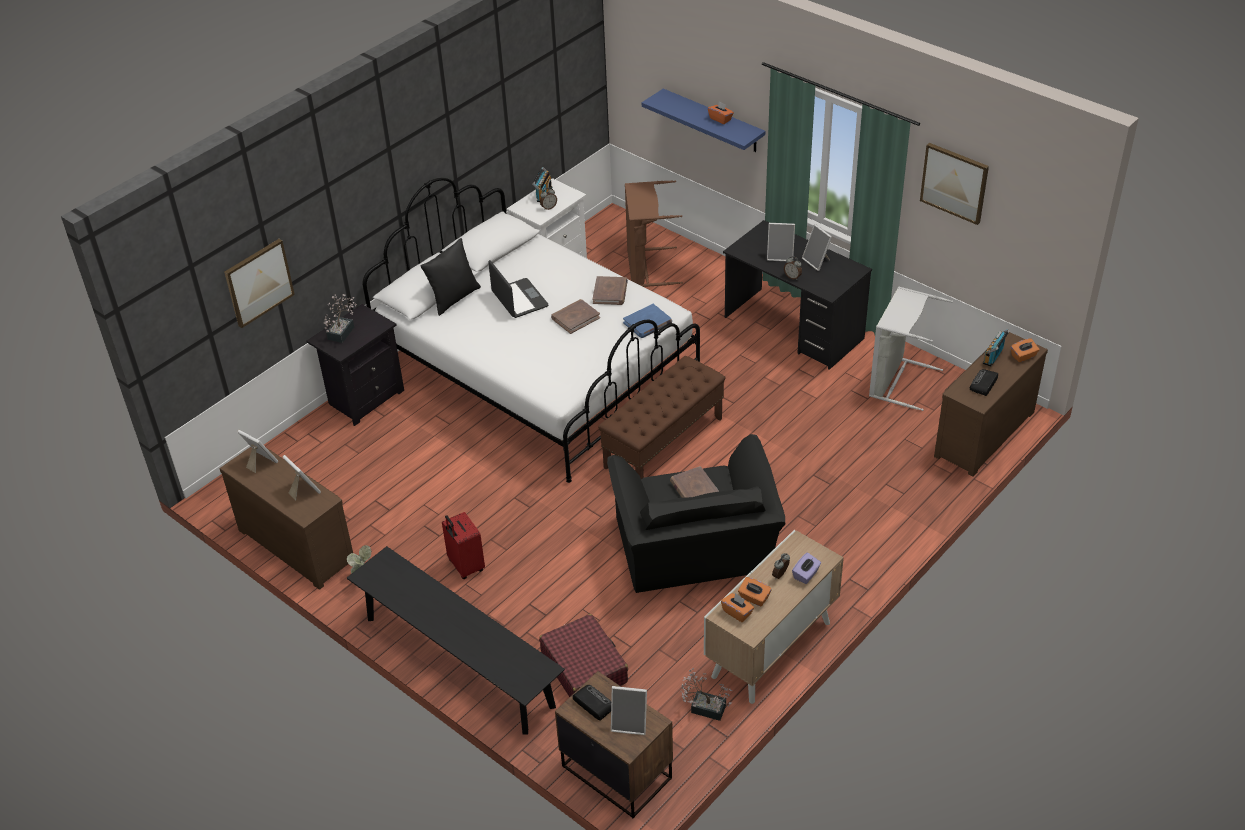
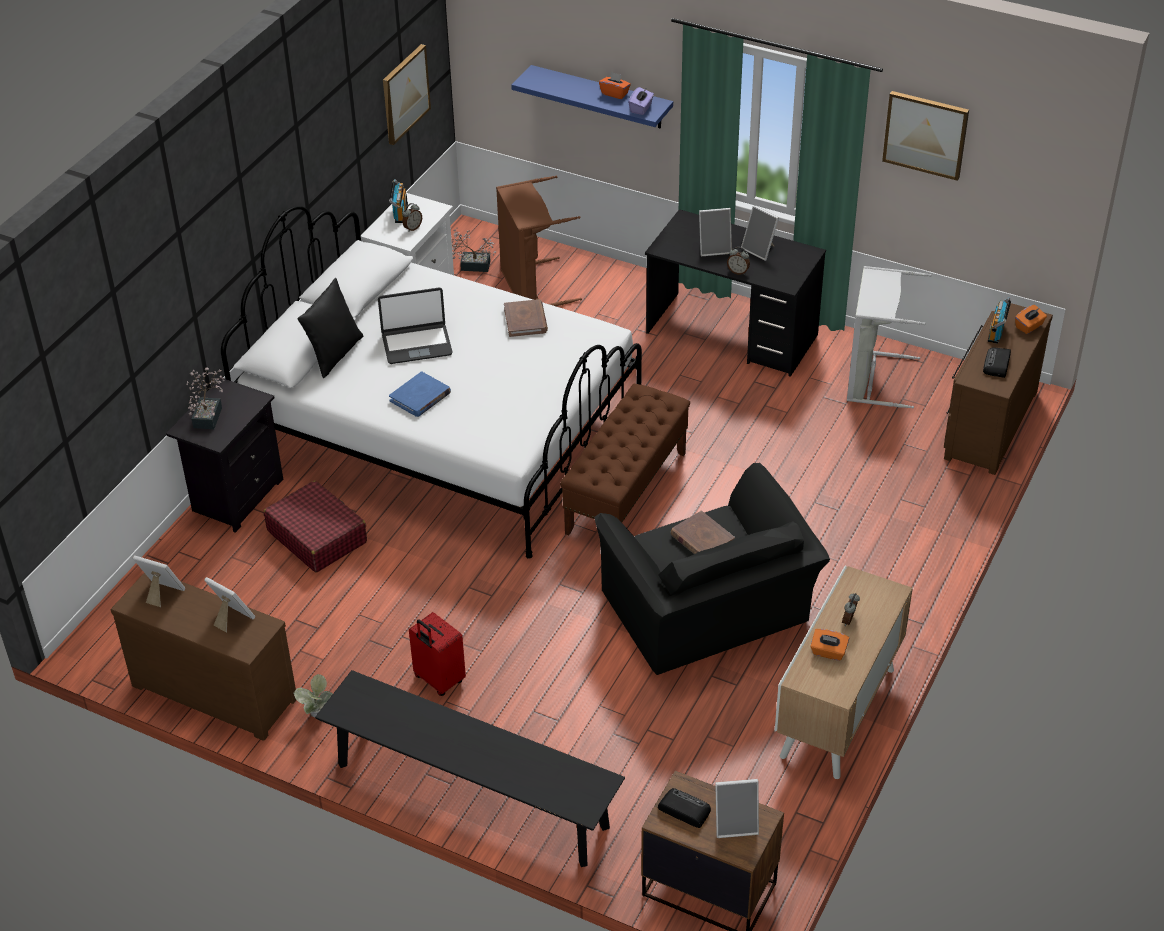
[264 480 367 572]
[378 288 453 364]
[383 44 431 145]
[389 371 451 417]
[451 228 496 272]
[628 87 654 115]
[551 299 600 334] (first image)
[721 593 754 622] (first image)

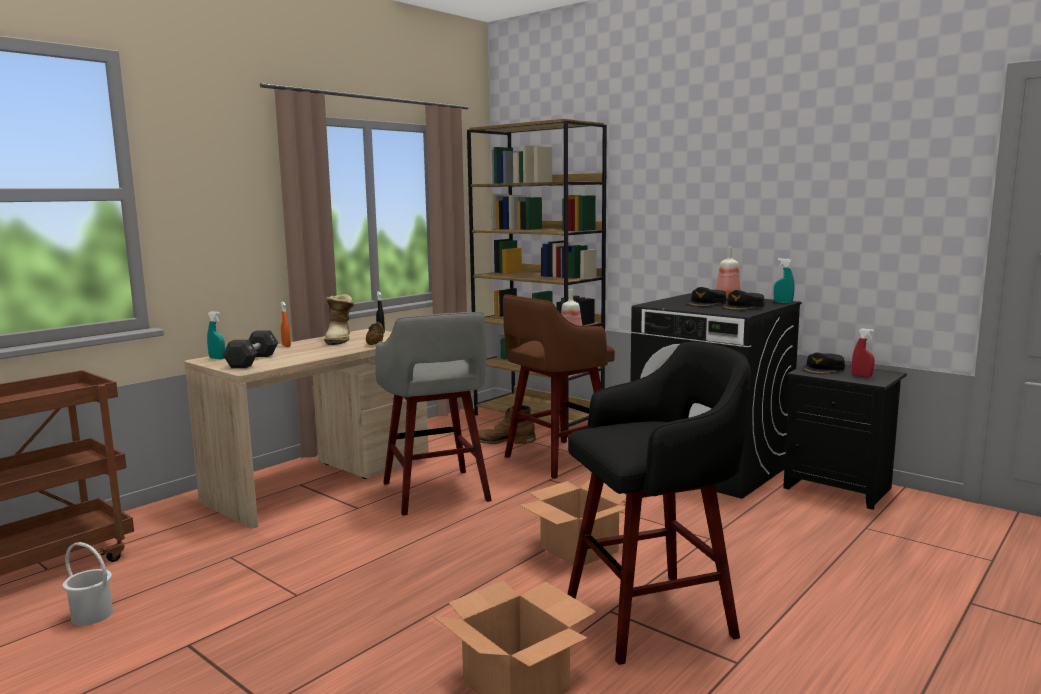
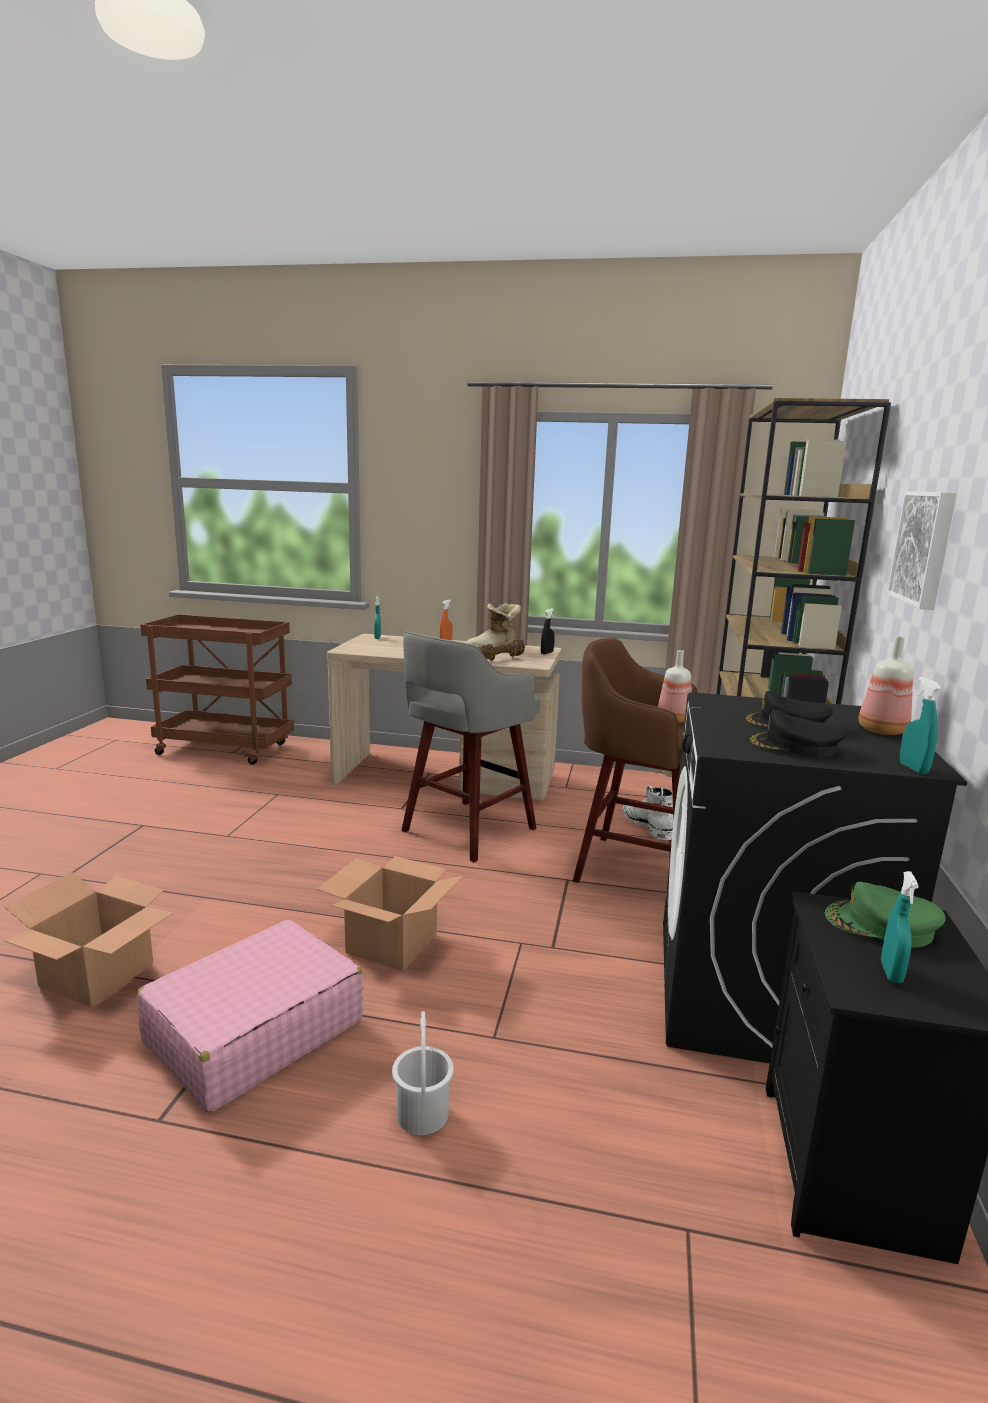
[136 920 363 1112]
[392 1011 454 1135]
[622 786 674 840]
[825 882 946 948]
[881 871 919 983]
[887 491 957 610]
[223 330 278 368] (first image)

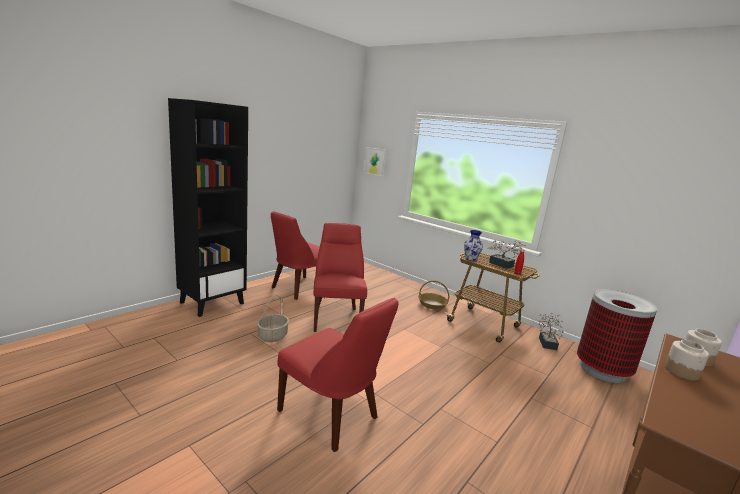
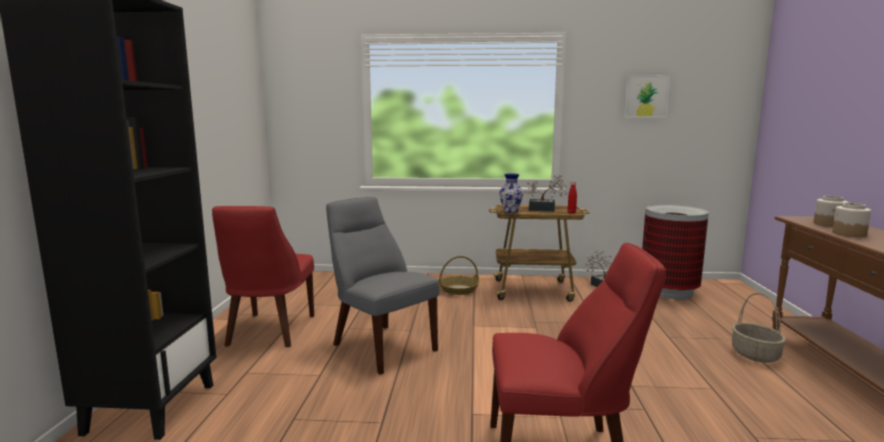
[326 197 439 375]
[624 75 670 118]
[732 293 786 363]

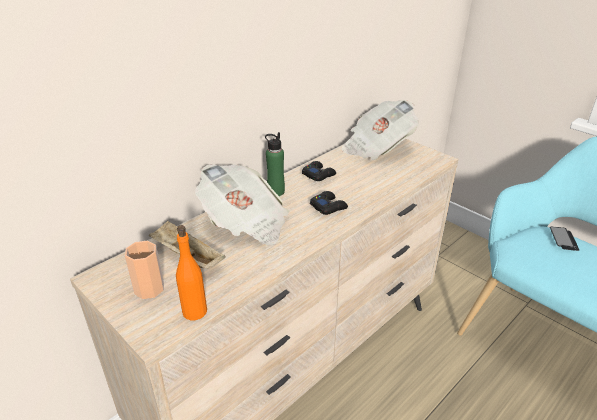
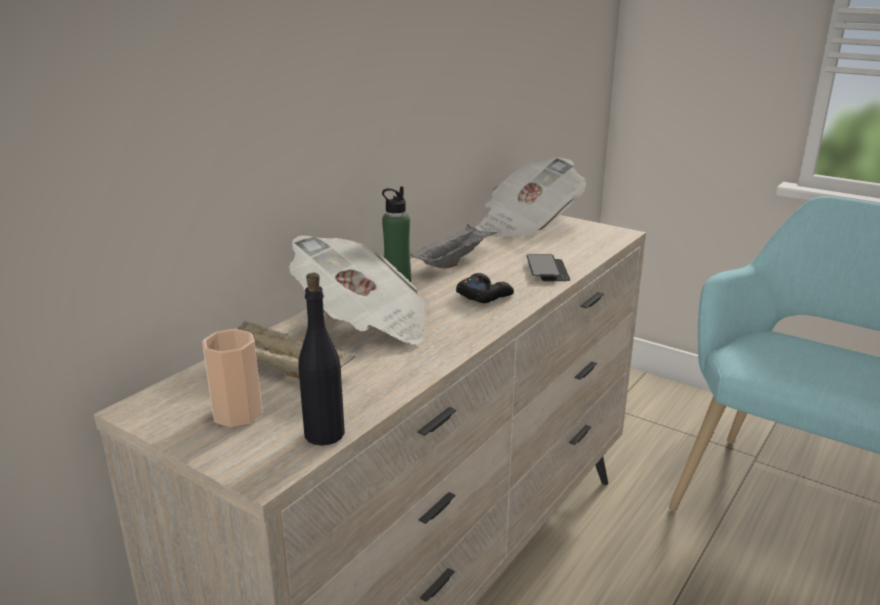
[298 273 345 446]
[410 224 498 269]
[526 254 570 281]

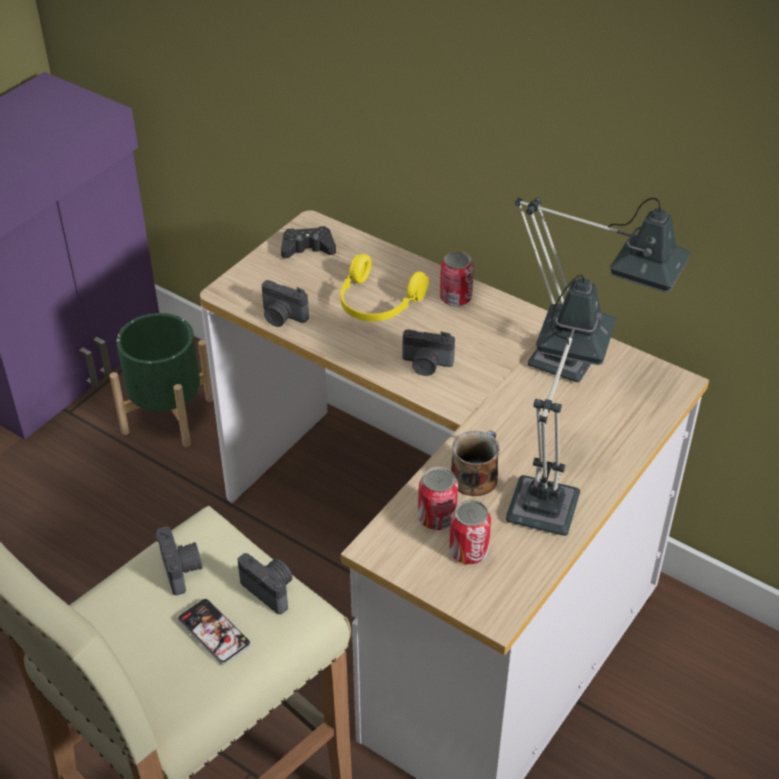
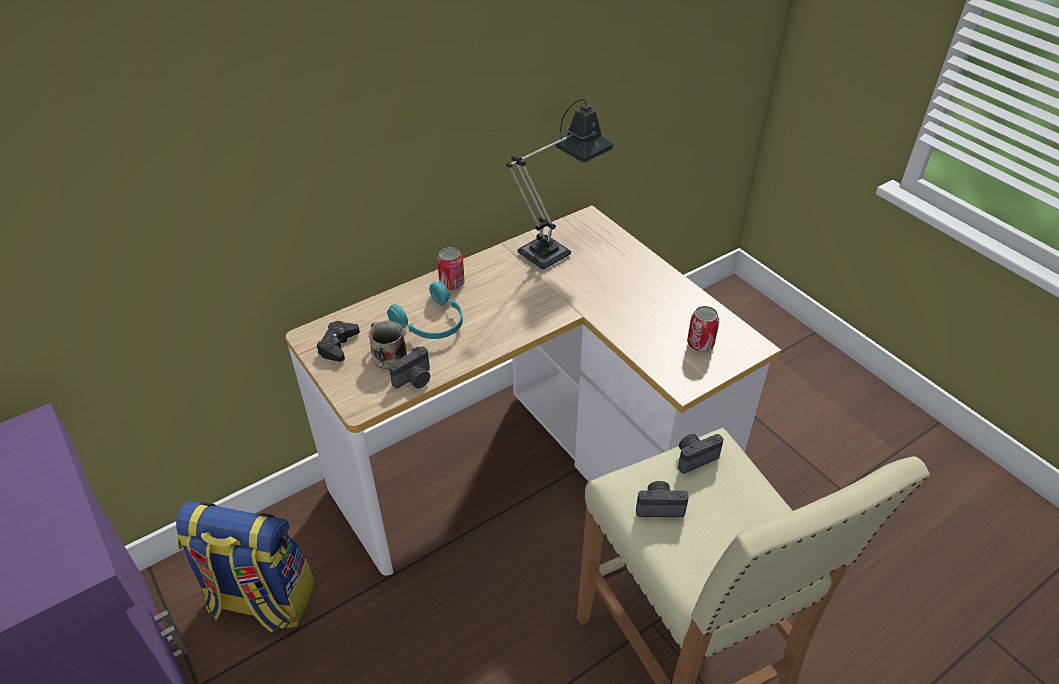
[176 501 315 632]
[369 321 407 369]
[387 282 463 339]
[178 599 251 665] (first image)
[402 329 455 376] (first image)
[418 467 458 530] (first image)
[506 275 616 536] (first image)

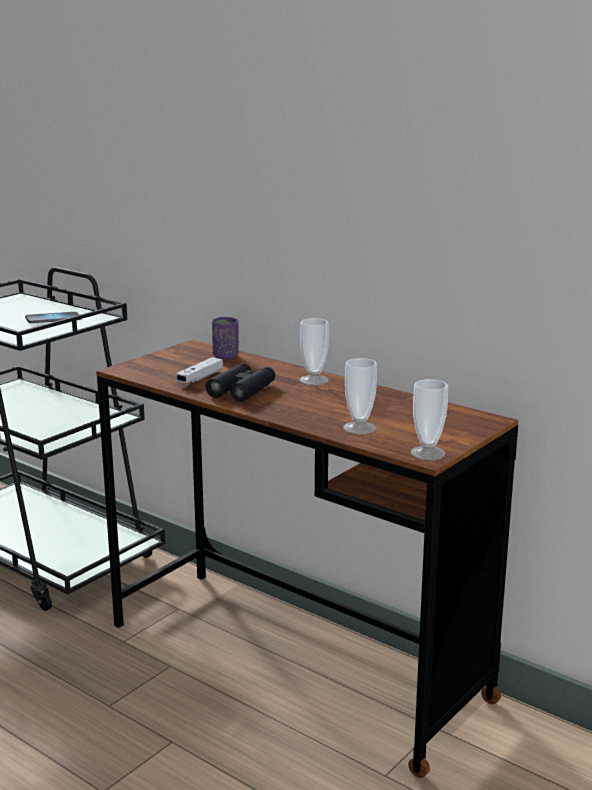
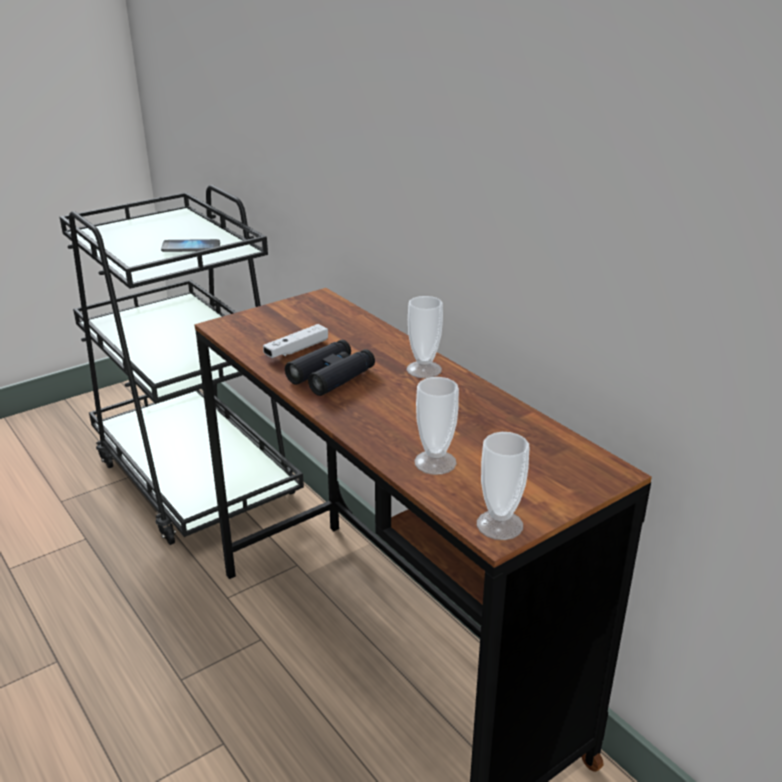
[212 317 239 359] (first image)

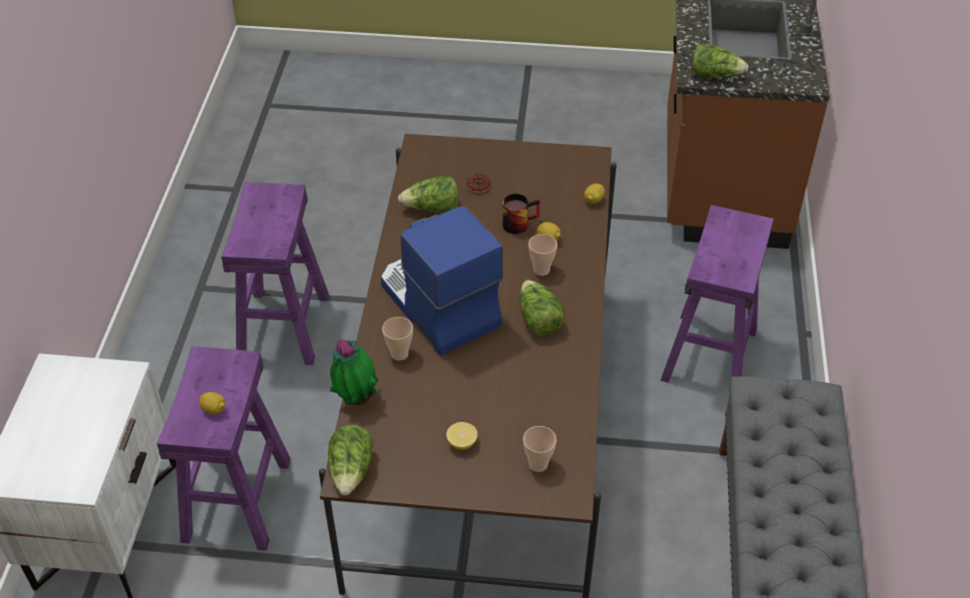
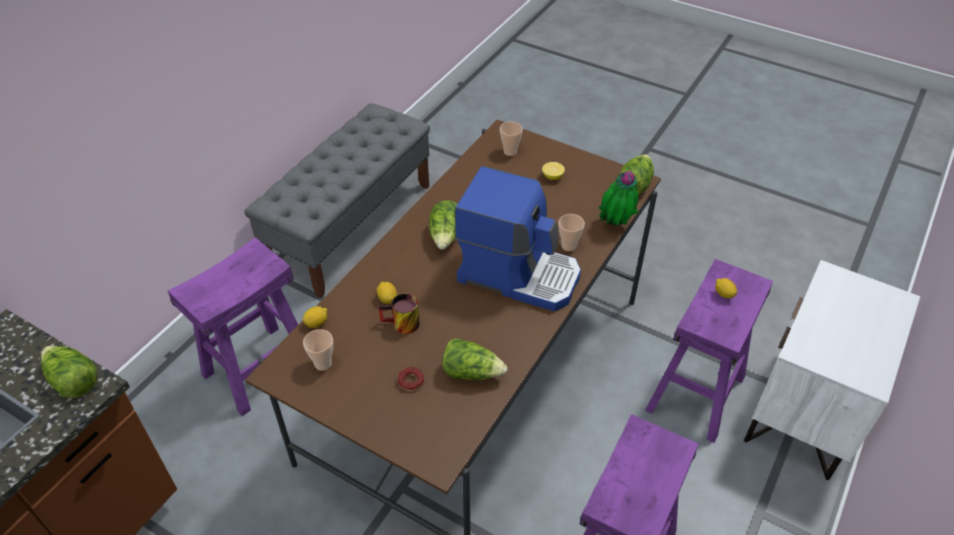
[303 329 333 371]
[455 166 581 311]

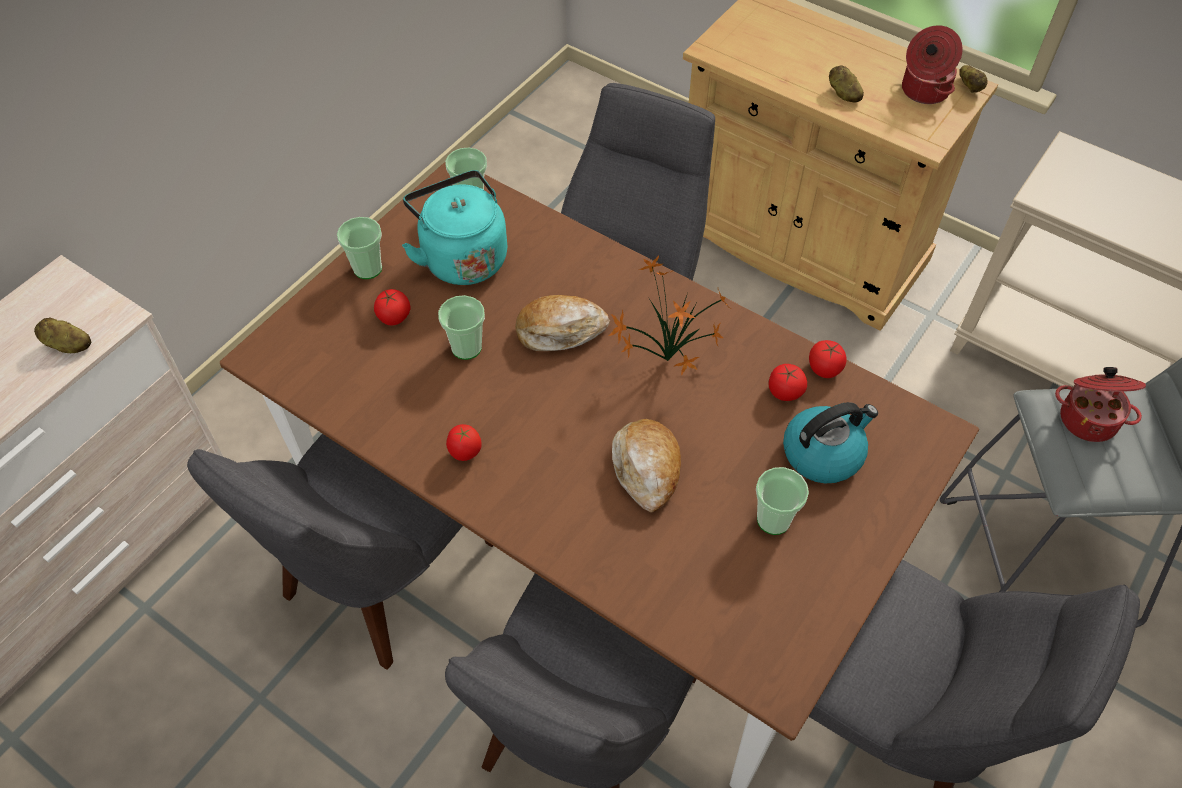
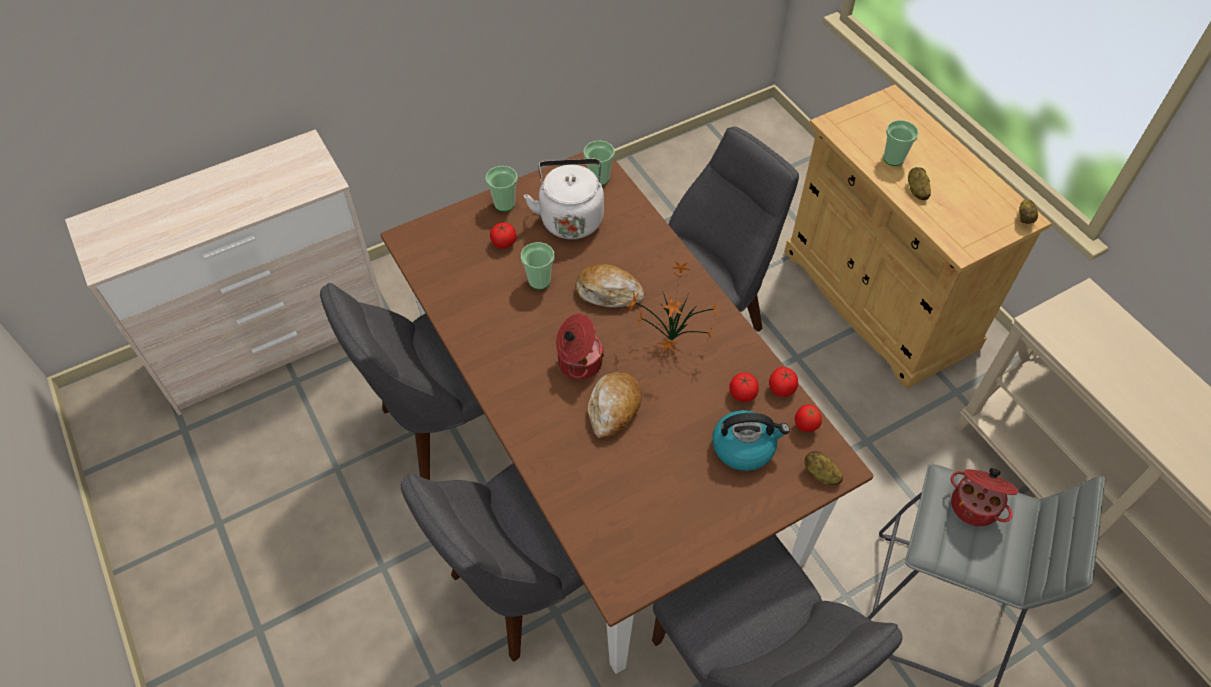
[524 159 604 239]
[556 314 604 380]
[795 404 822 432]
[805 451 843 485]
[883 120 919 166]

